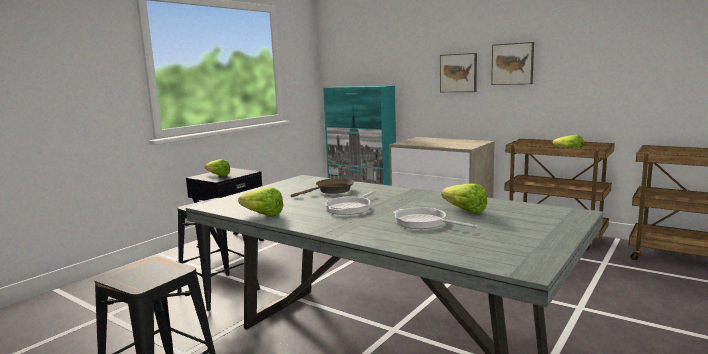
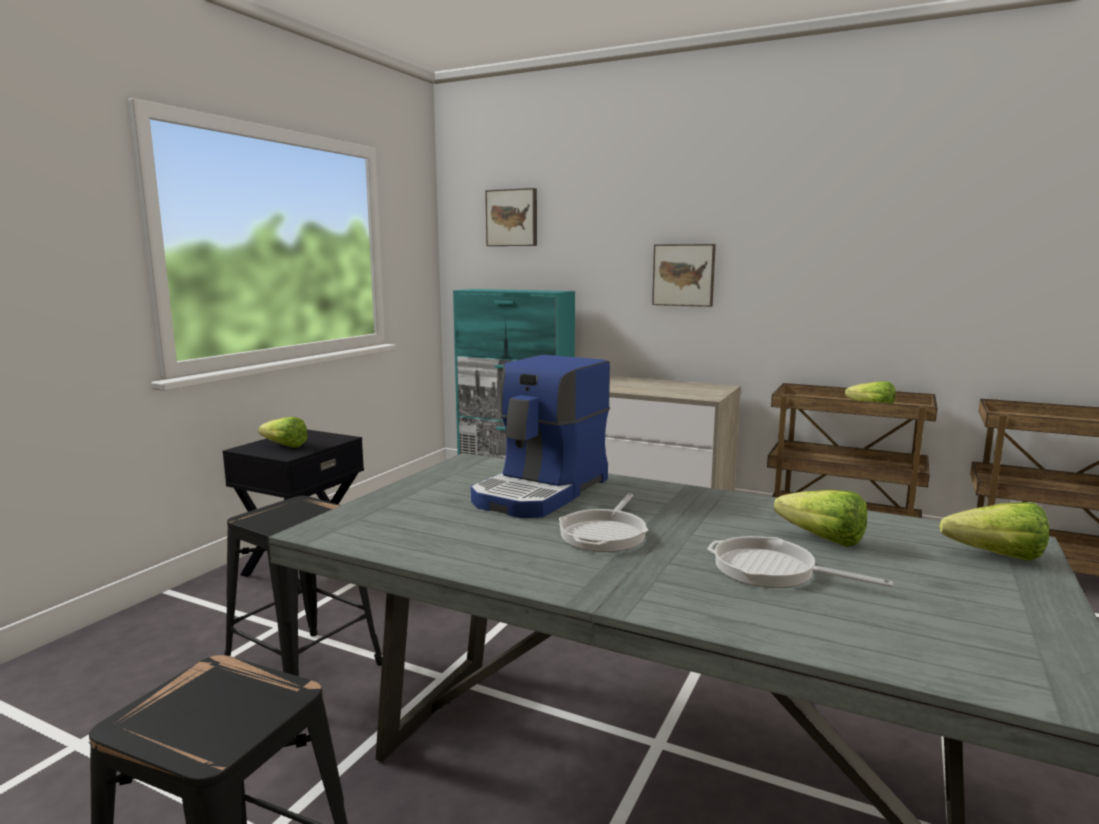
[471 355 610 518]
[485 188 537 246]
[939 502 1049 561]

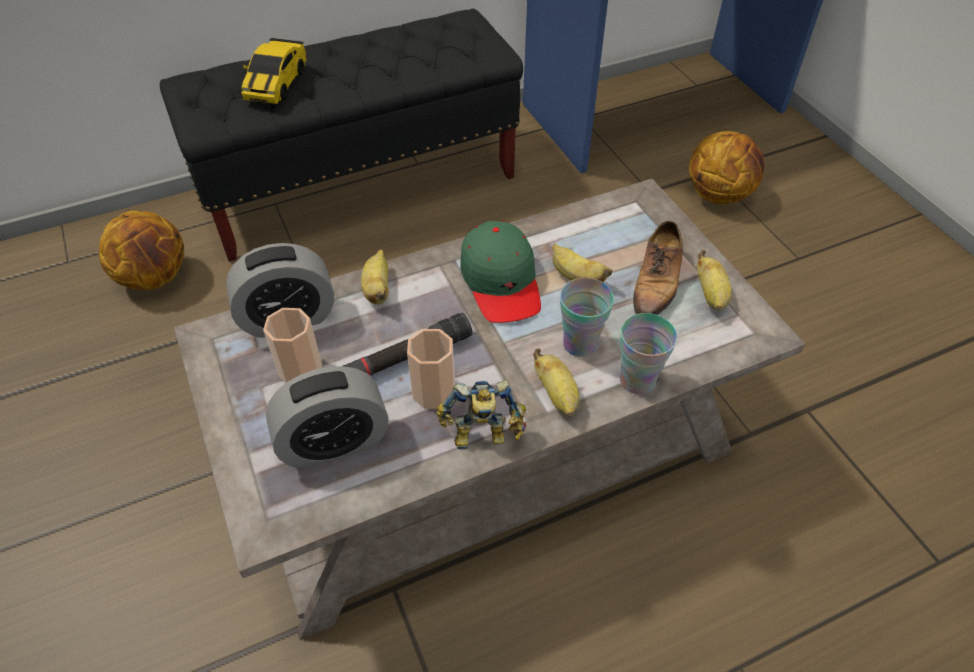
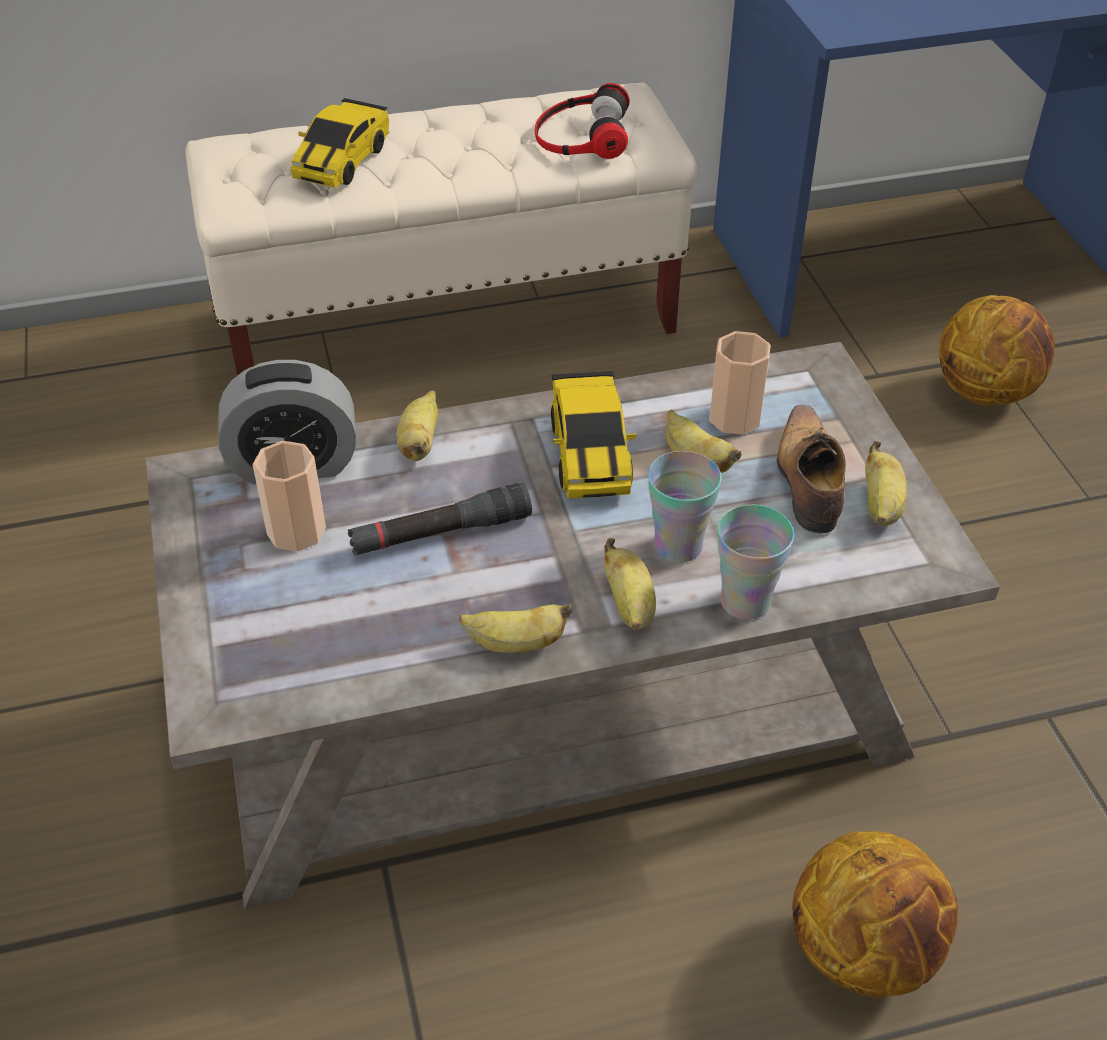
[185 83 697 376]
[459 604 573 653]
[535 83 630 159]
[551 371 636 499]
[709 331 771 435]
[777 405 846 534]
[792 831 958 998]
[266 366 389 469] (first image)

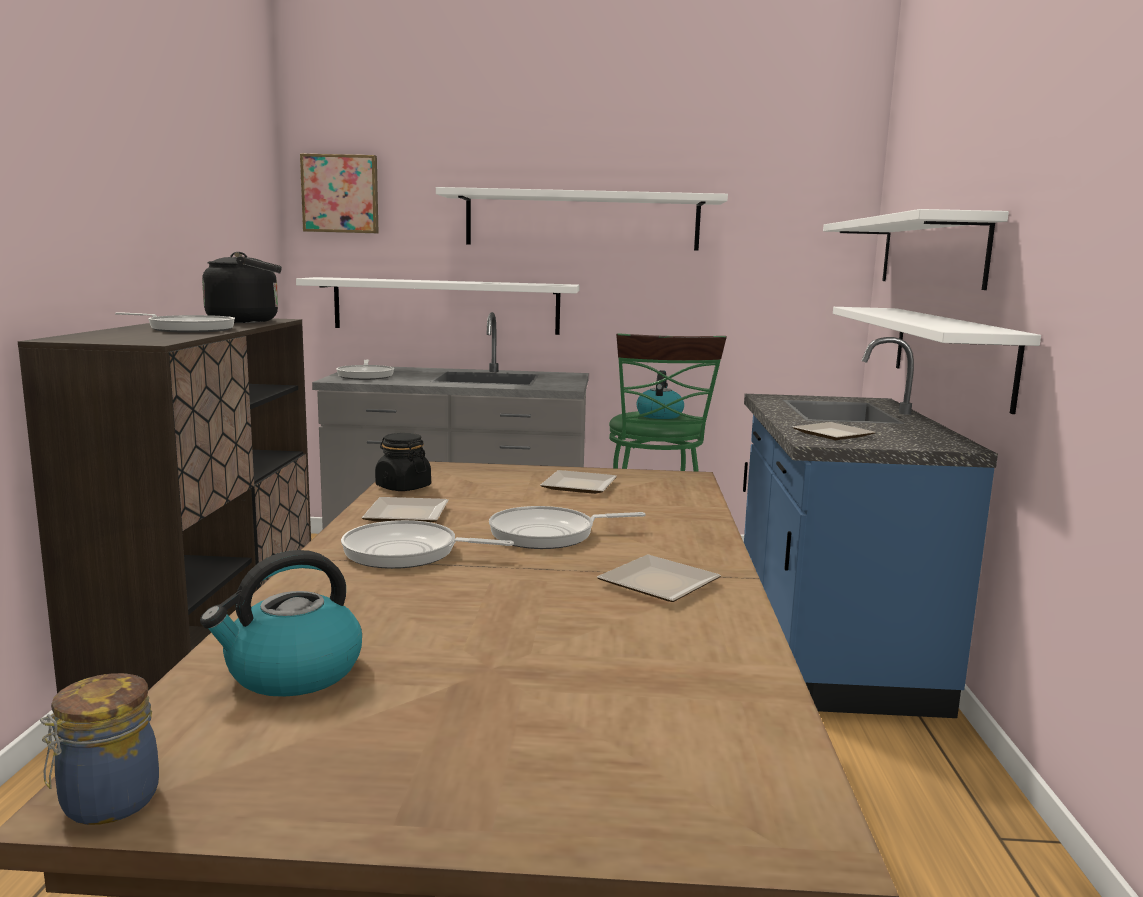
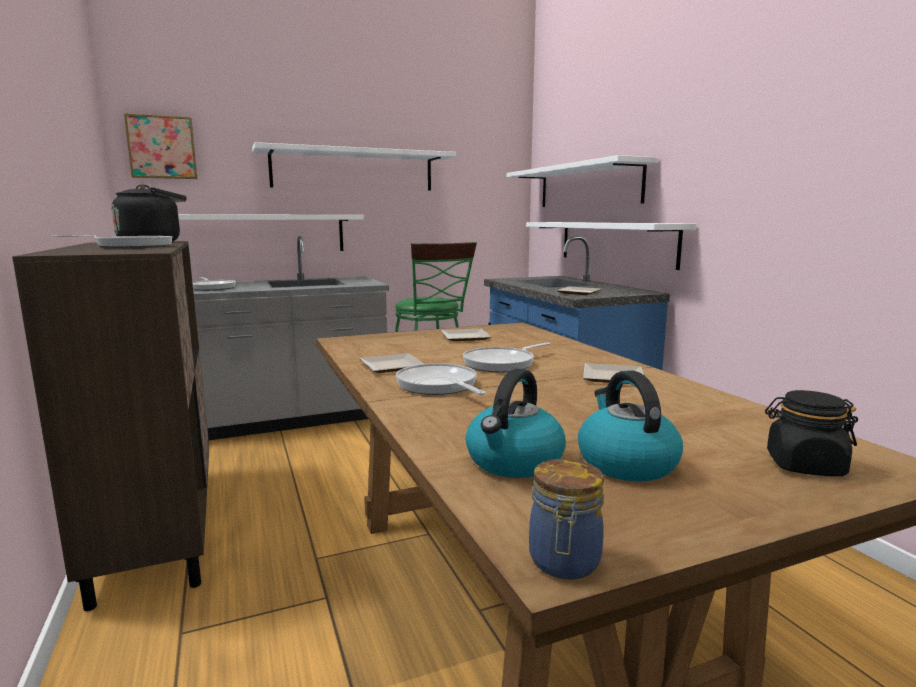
[396 363 486 395]
[578 371 683 481]
[765 390 858 476]

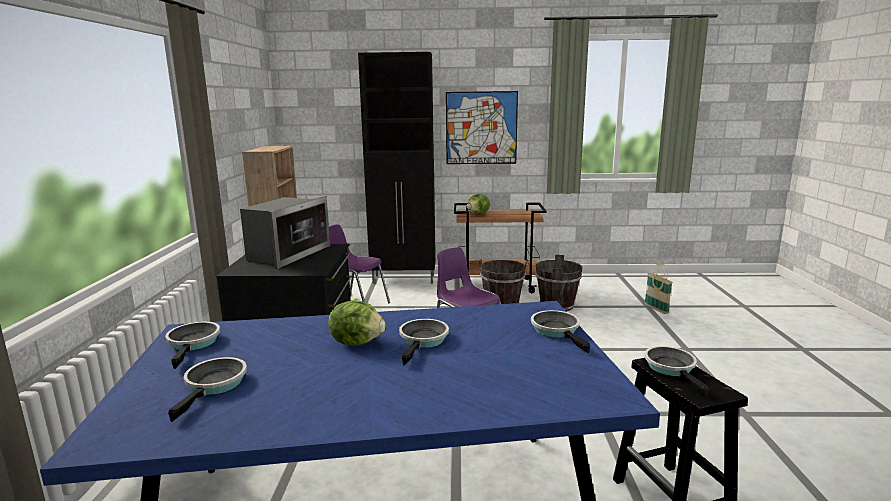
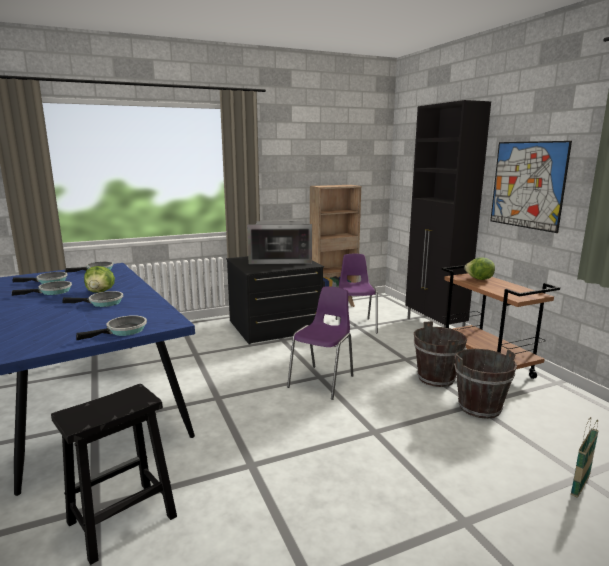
[12 281 72 296]

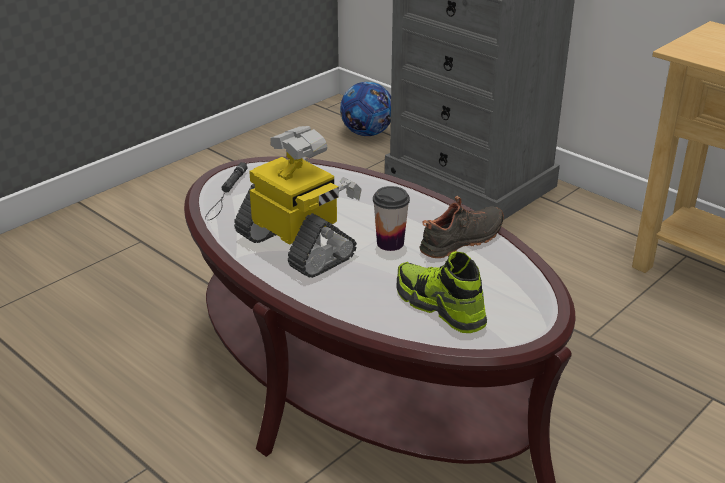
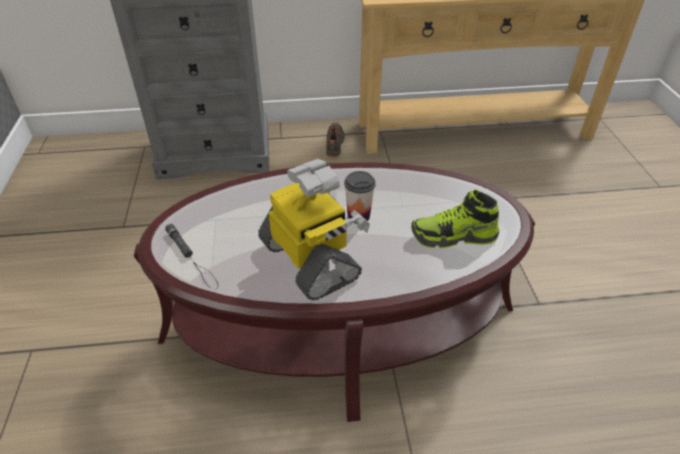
[258 159 370 300]
[326 123 345 157]
[340 82 391 136] (first image)

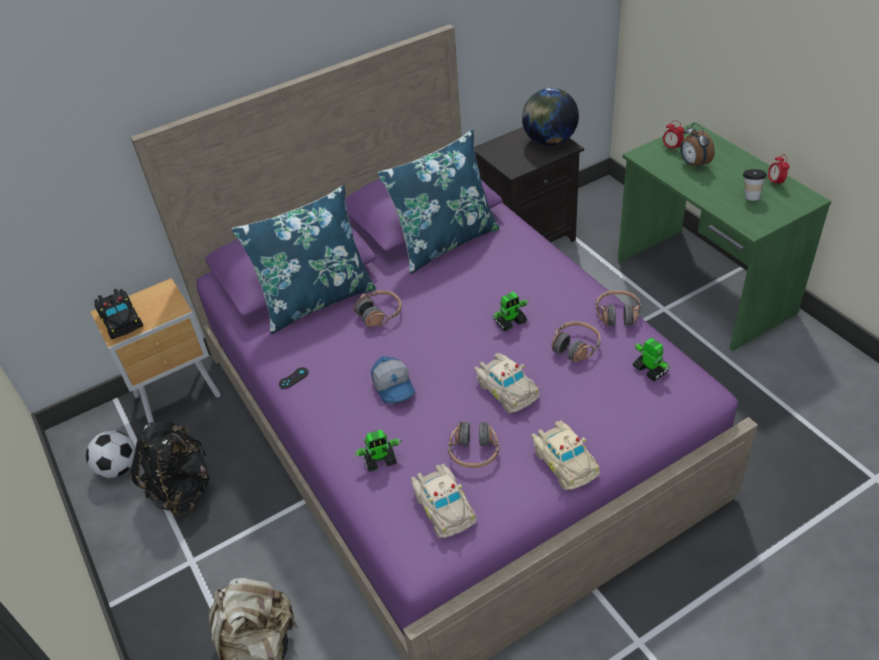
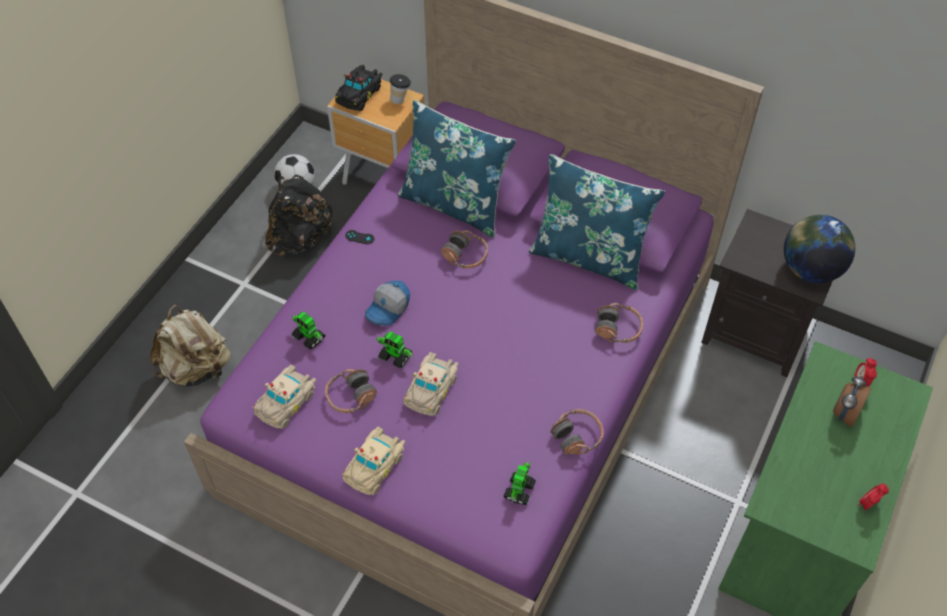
[376 331 413 369]
[390 74 411 104]
[595 303 643 343]

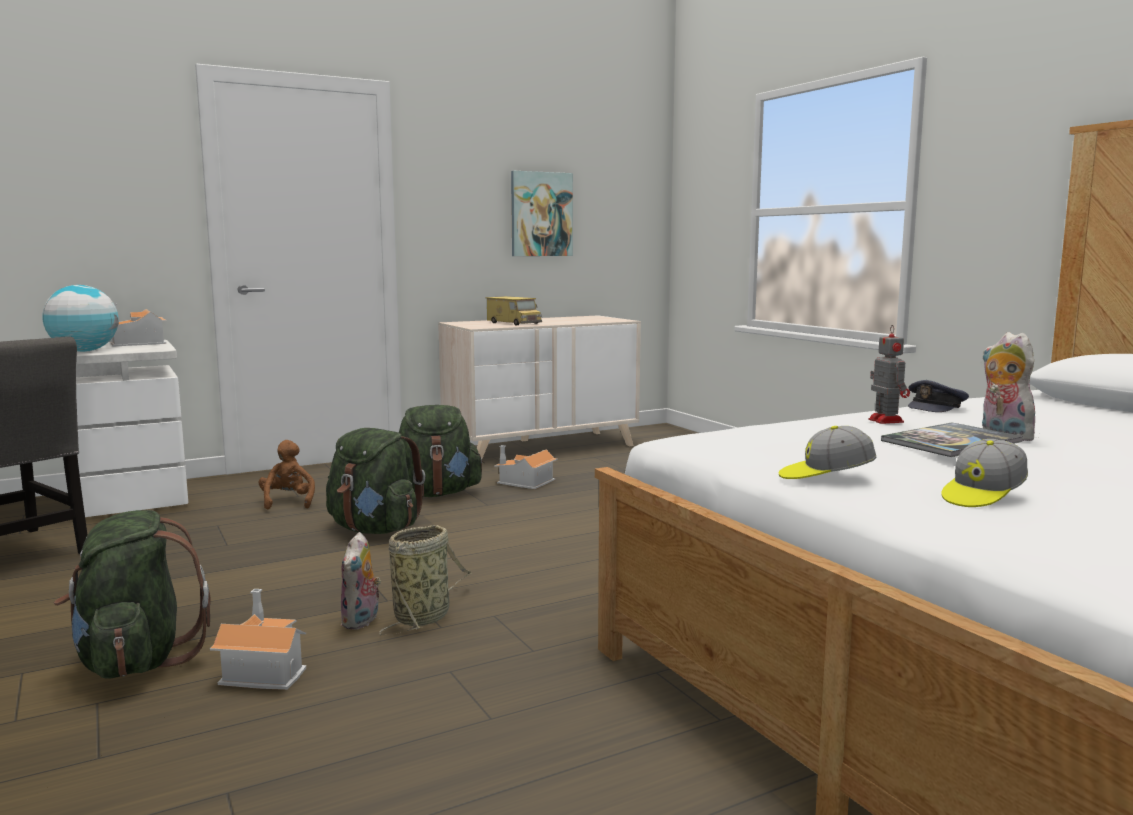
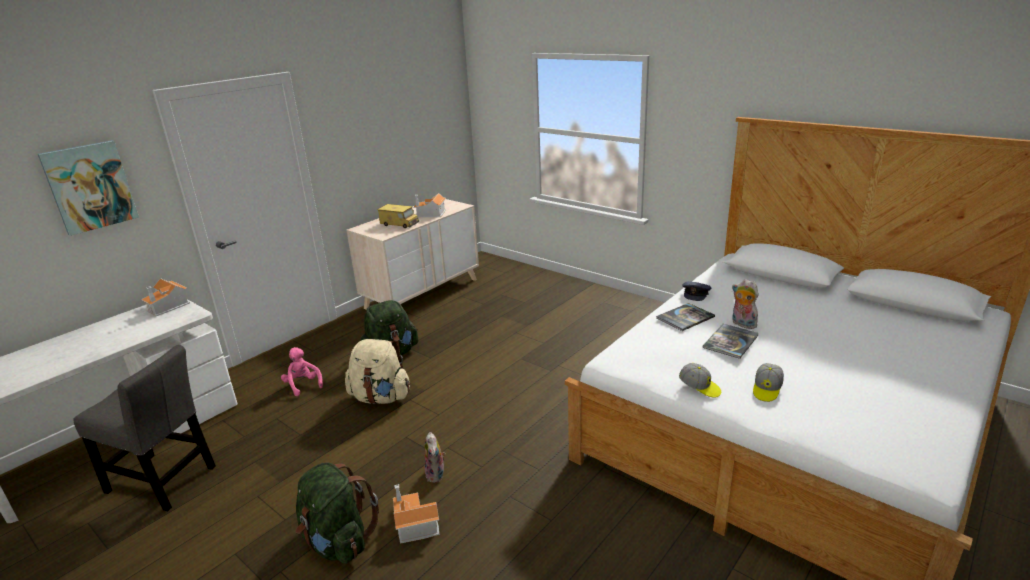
[38 140 139 236]
[281 347 323 396]
[345 339 410 404]
[413 193 446 217]
[656 303 715 331]
[679 363 721 398]
[42 285 119 352] (first image)
[379 525 472 635] (first image)

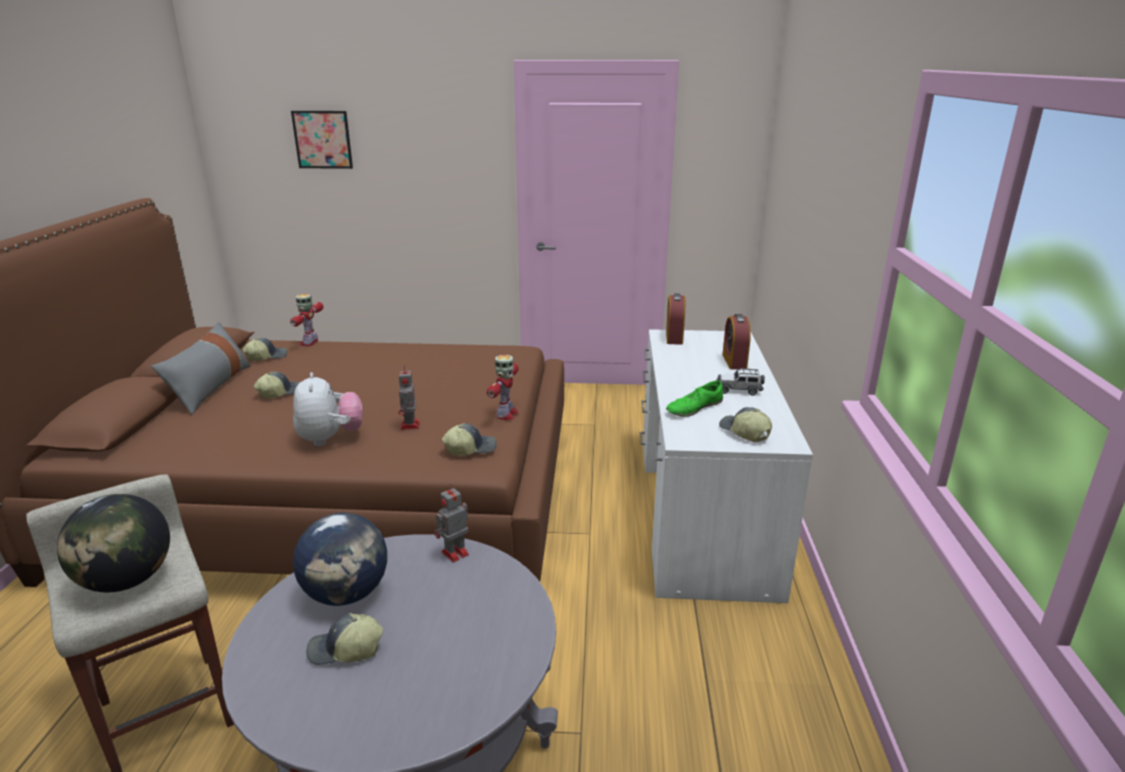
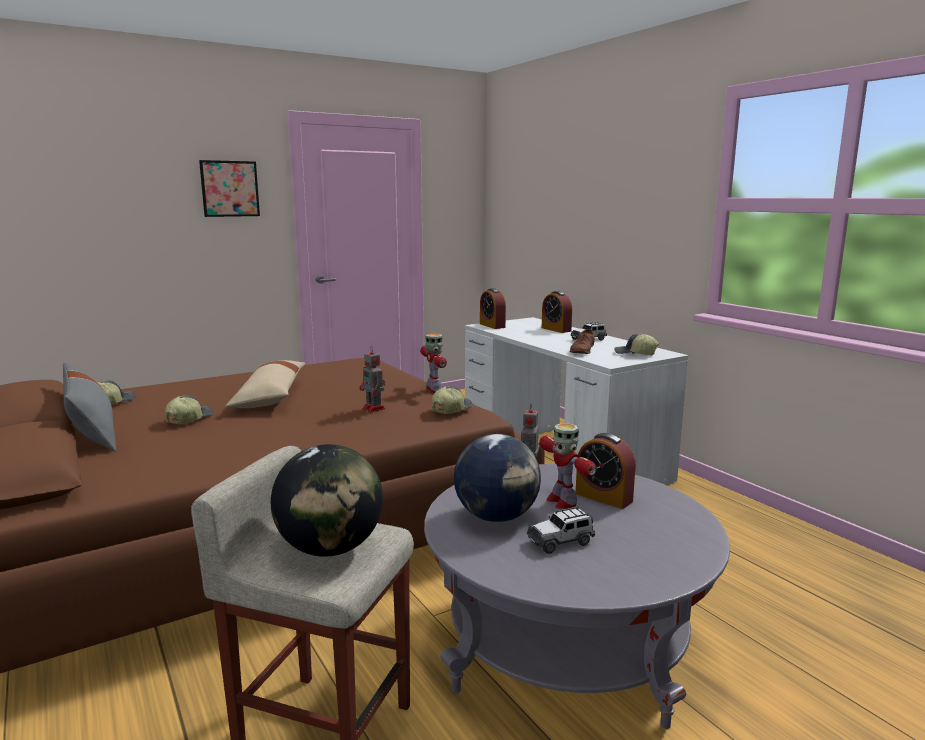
[199 160 260 217]
[226 360 305 408]
[527 507 595 554]
[539 423 597 509]
[570 329 595 354]
[576 433 636 509]
[293 372 363 446] (first image)

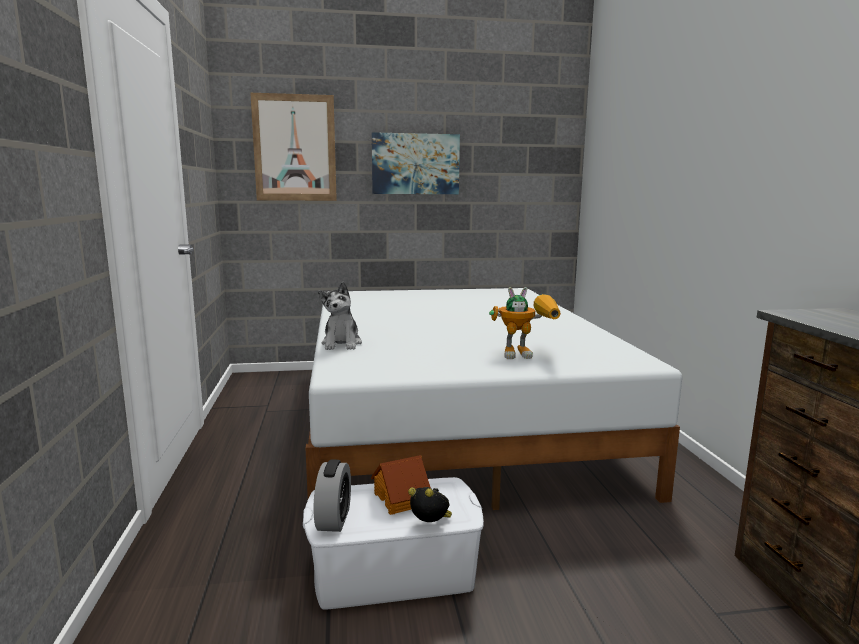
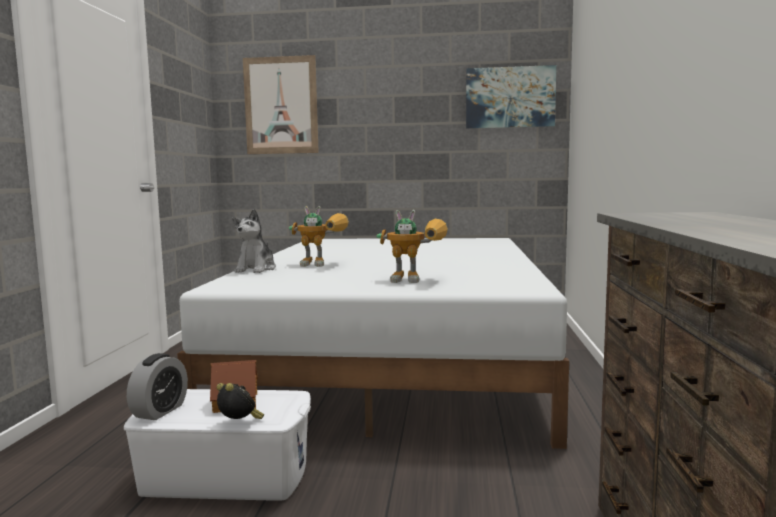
[289 206 349 267]
[466 65 556 129]

